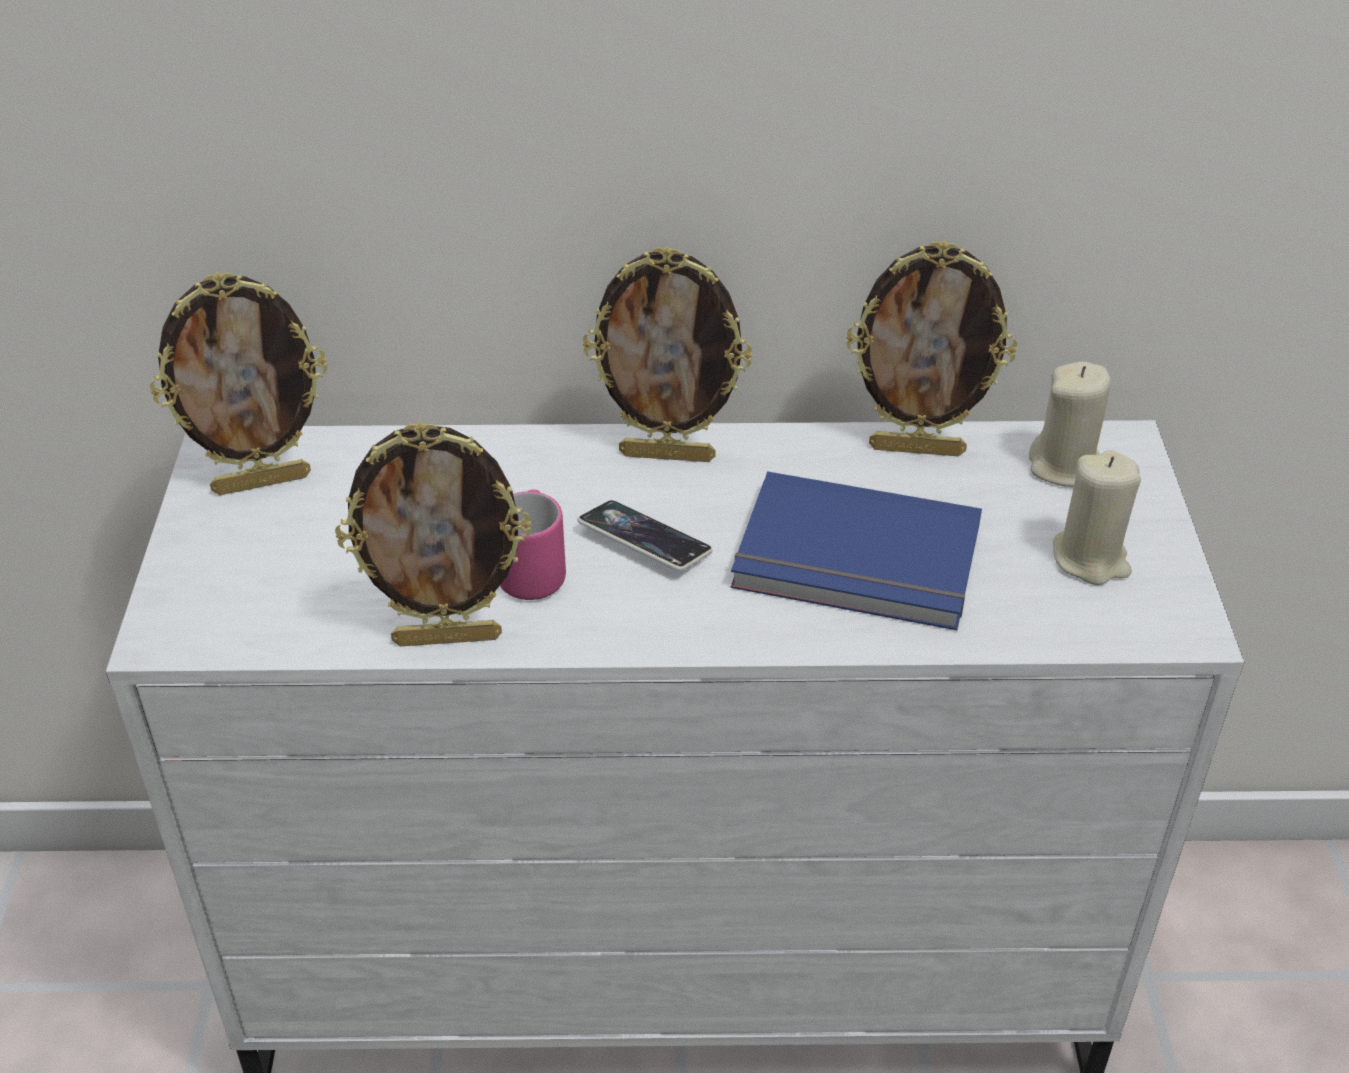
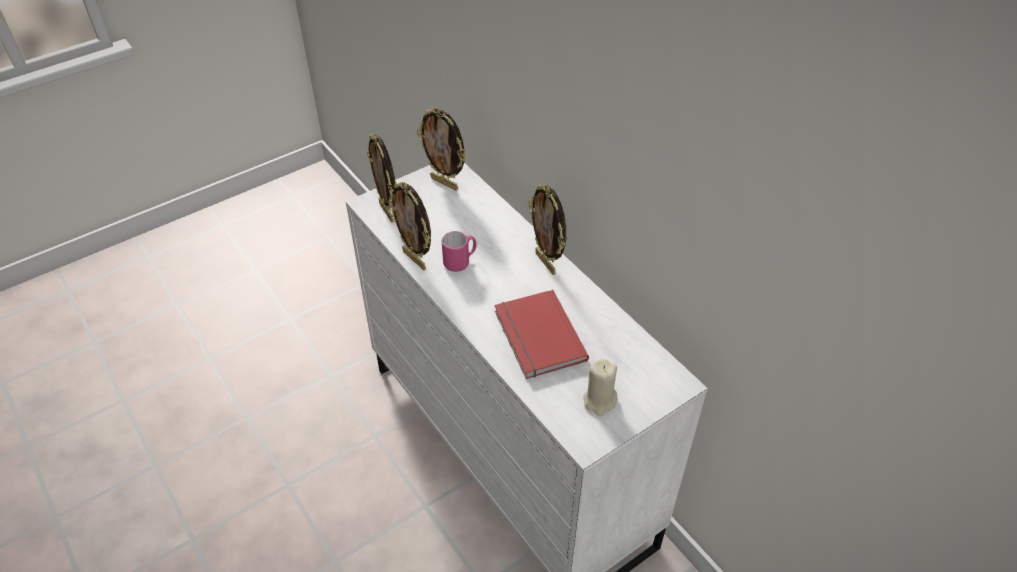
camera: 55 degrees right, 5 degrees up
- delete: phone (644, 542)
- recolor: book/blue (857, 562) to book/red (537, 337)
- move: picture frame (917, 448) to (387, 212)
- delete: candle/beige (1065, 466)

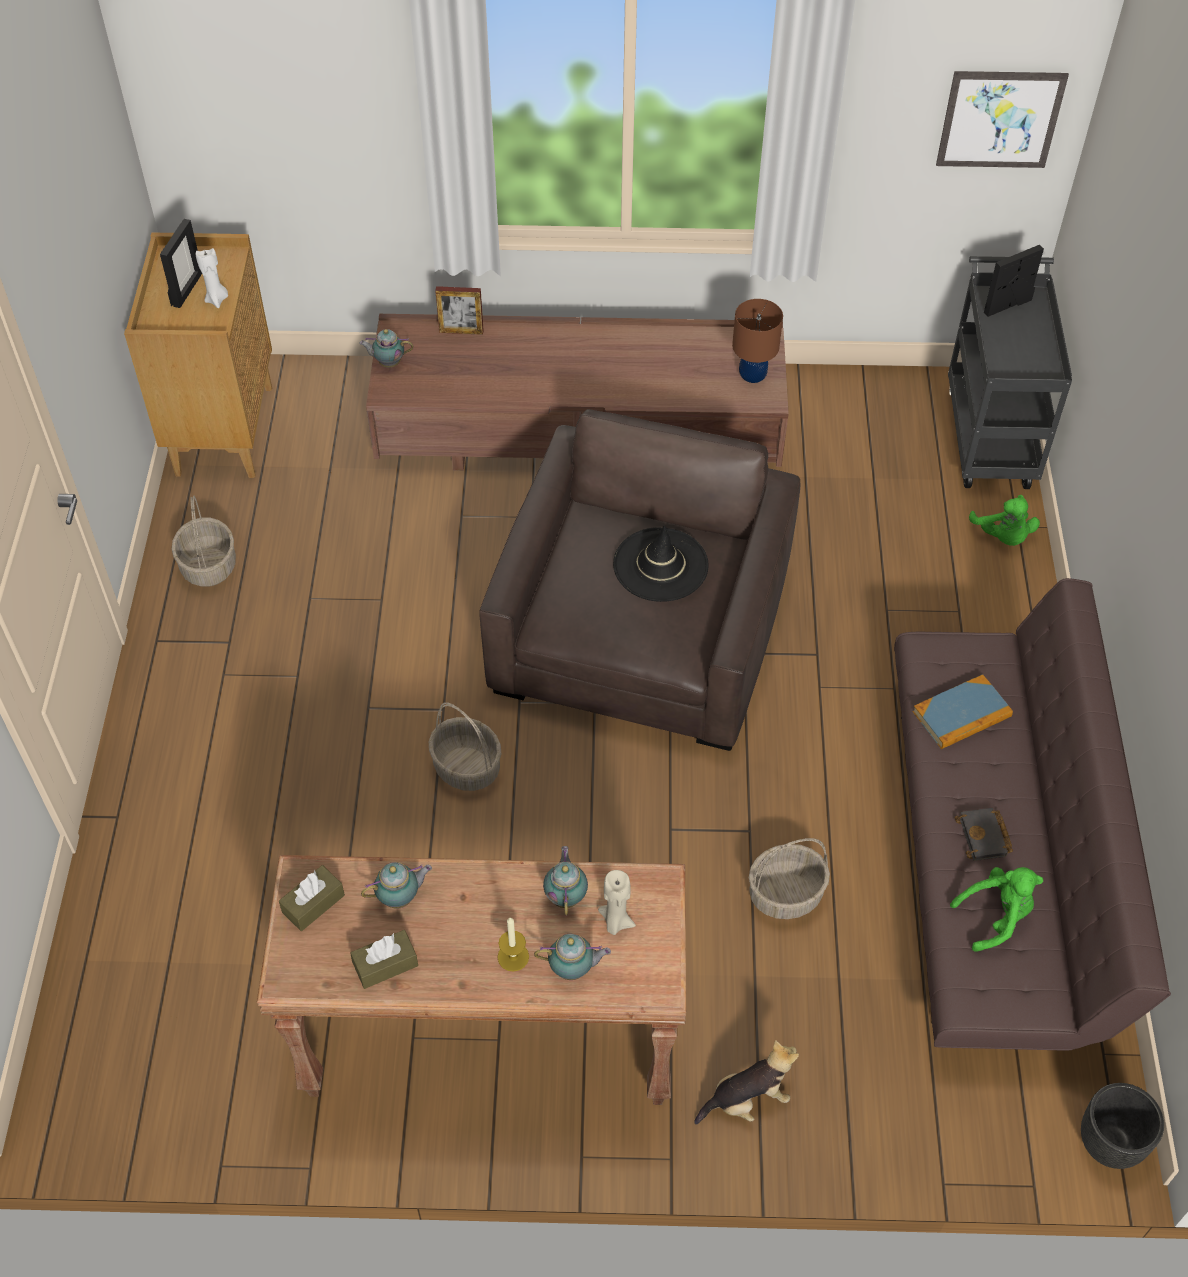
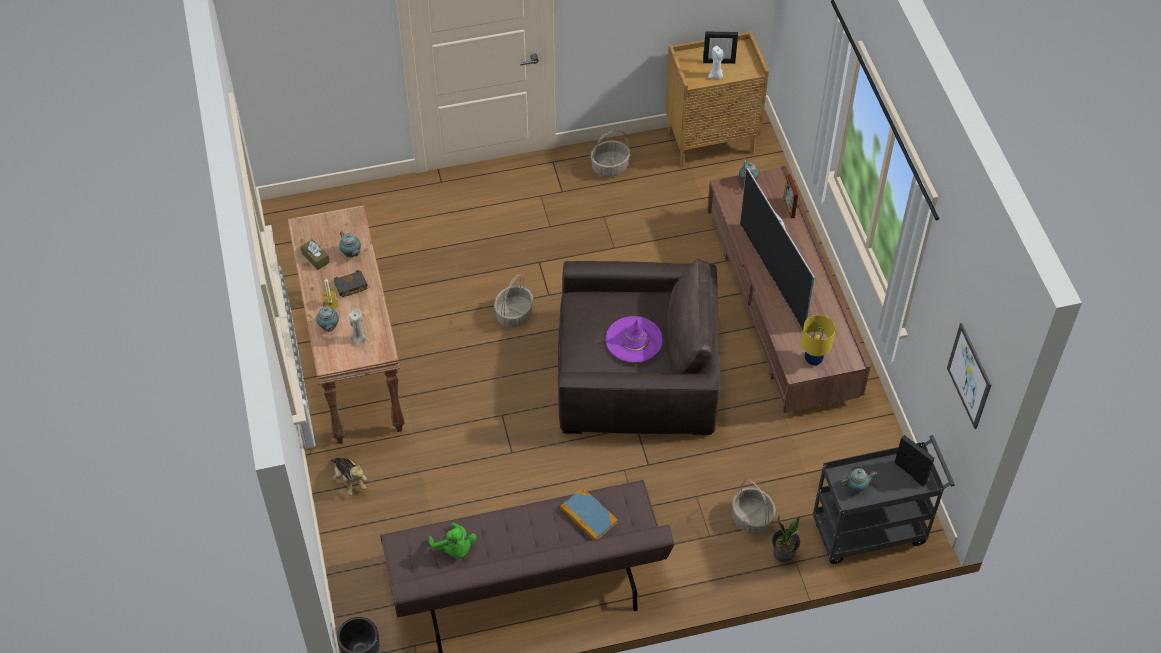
camera: 75 degrees right, 0 degrees up
- delete: tissue box/brown (313, 904)
- move: teapot (566, 895) to (856, 488)
- recolor: hat/black (660, 565) to hat/purple (633, 340)
- recolor: table lamp/brown (751, 375) to table lamp/yellow (813, 359)
- move: basket (785, 895) to (751, 518)
- move: book/black (985, 838) to (350, 286)
- replace: plush toy/green (1002, 536) to potted plant (783, 553)
- insert: television (772, 276)

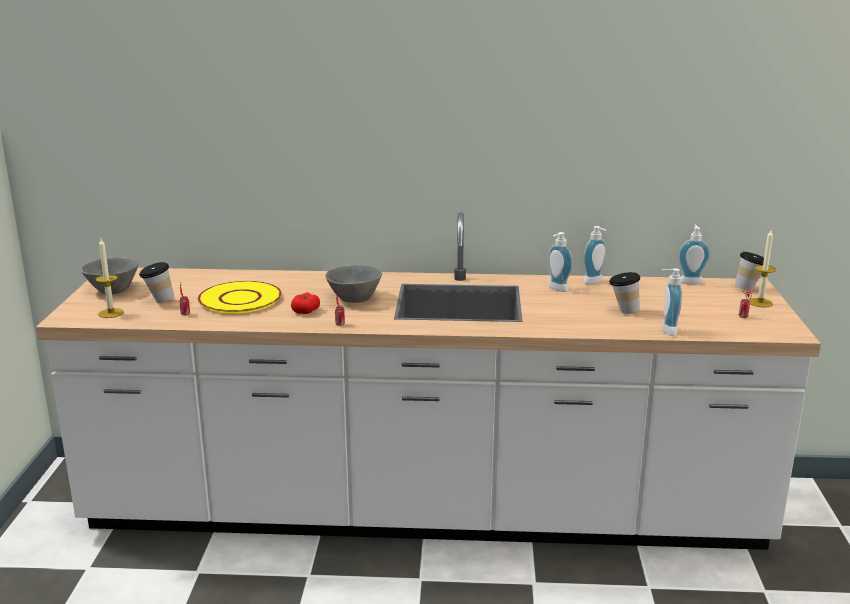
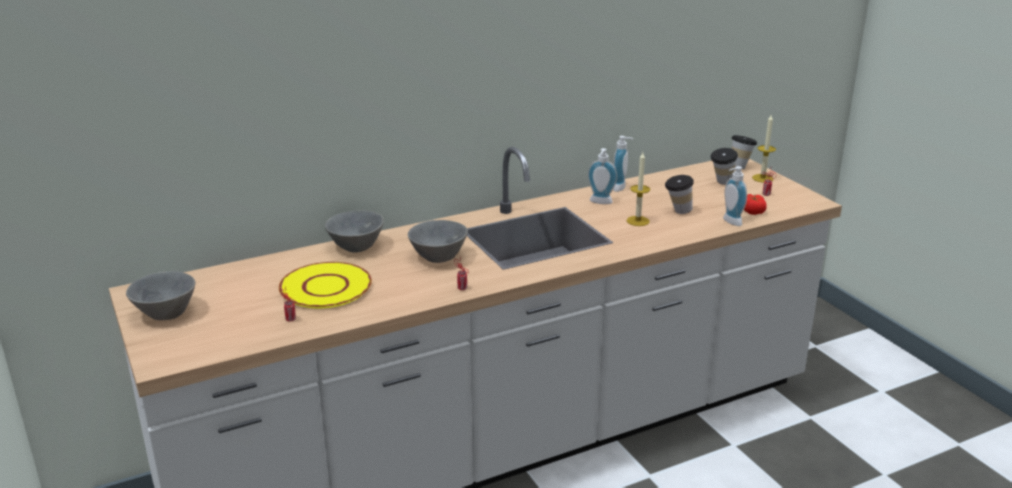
camera: 30 degrees left, 5 degrees up
- move: candle (111, 313) to (638, 221)
- move: cup (158, 301) to (721, 183)
- move: tomato (305, 311) to (753, 211)
- delete: soap dispenser (690, 281)
- insert: bowl/grey (355, 246)

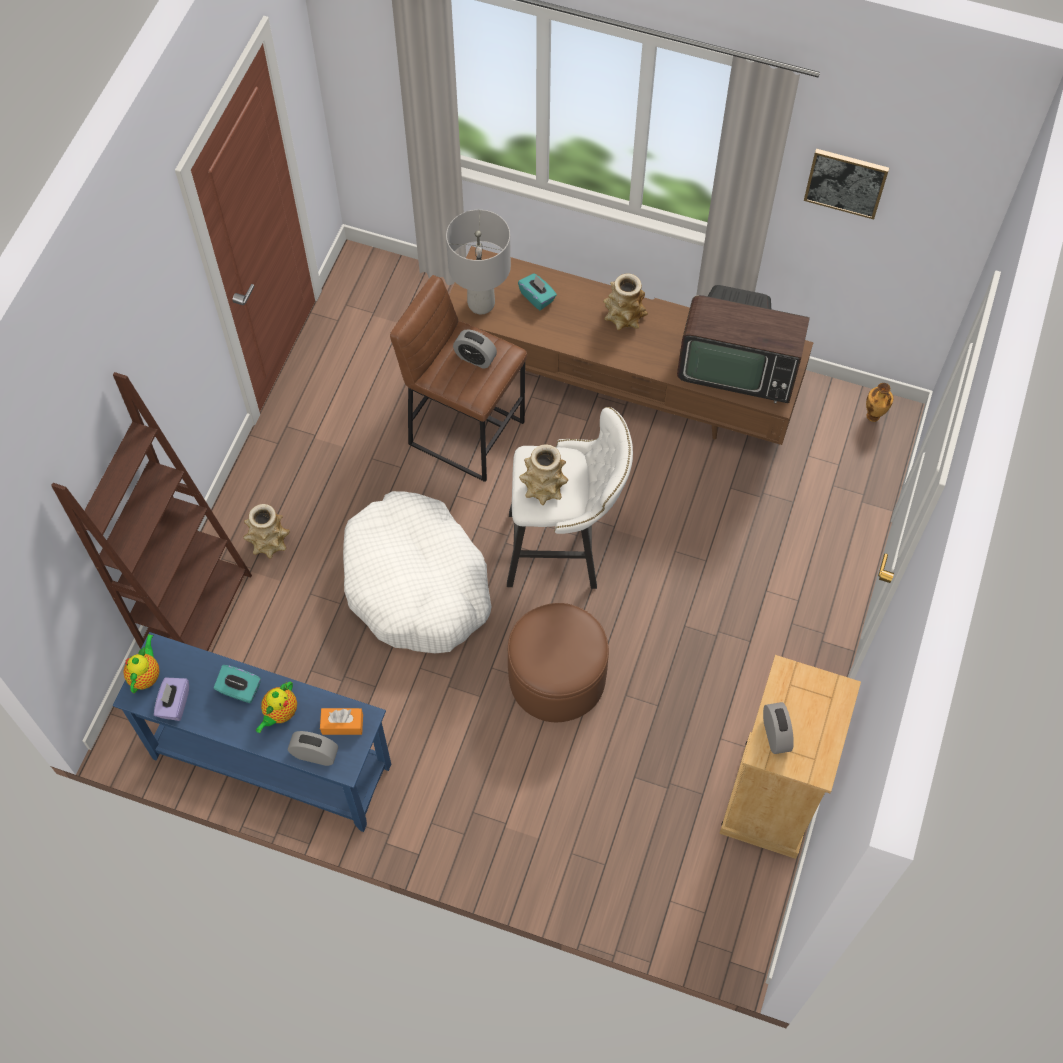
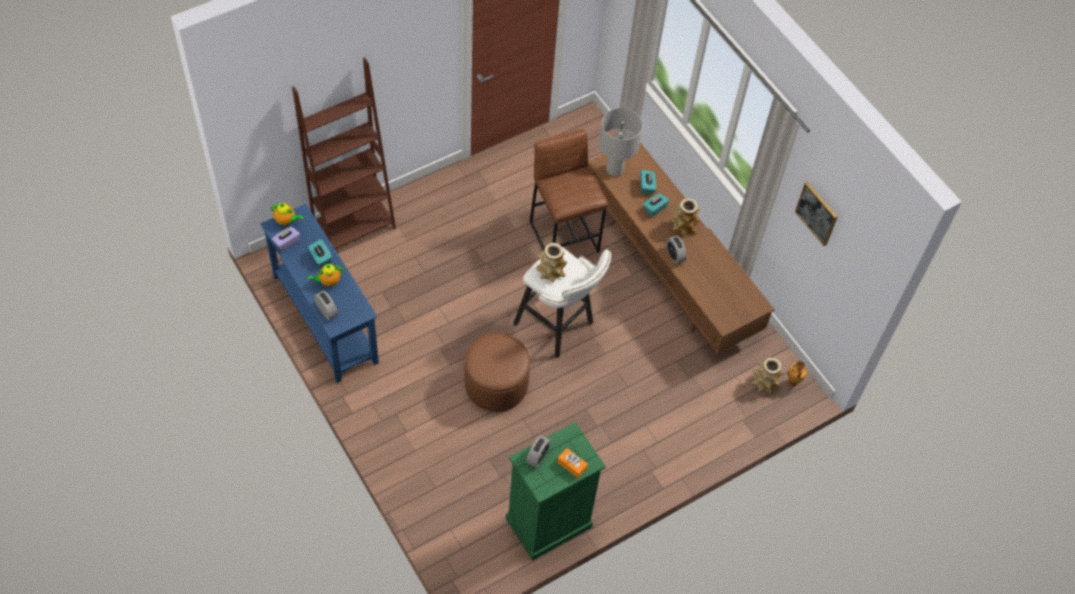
camera: 35 degrees right, 5 degrees down
- rotate: teapot (146, 675) = (286, 221) 60 degrees clockwise
- move: vase (269, 542) to (764, 383)
- move: tissue box/orange (342, 724) to (572, 465)
- delete: dog bed/white (417, 584)
- move: alarm clock (475, 358) to (674, 255)
- delete: television (737, 365)
- recolor: dresser/beige (771, 798) to dresser/green (548, 523)
- insert: tissue box/turquoise (654, 208)

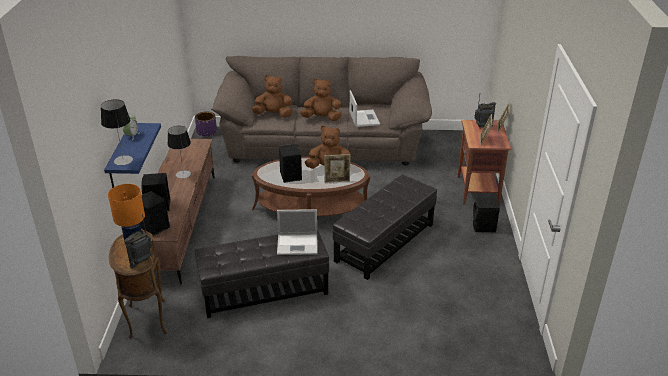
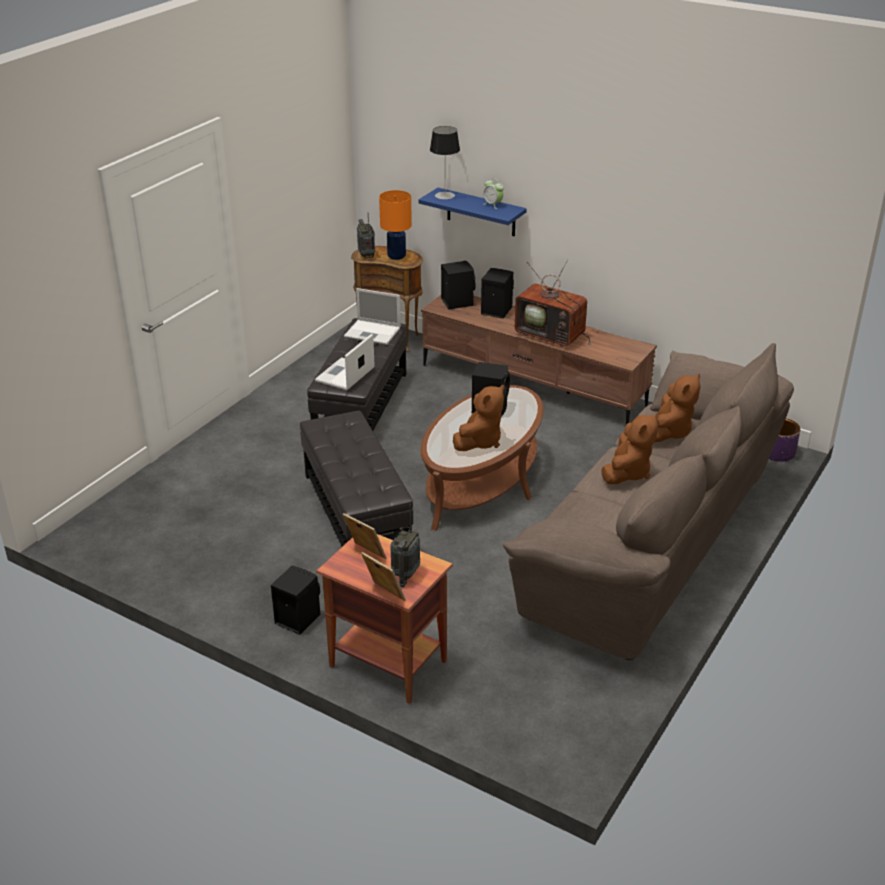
camera: 120 degrees right, 0 degrees up
- replace: table lamp (183, 174) to television (552, 335)
- delete: picture frame (337, 181)
- move: laptop (364, 118) to (373, 332)

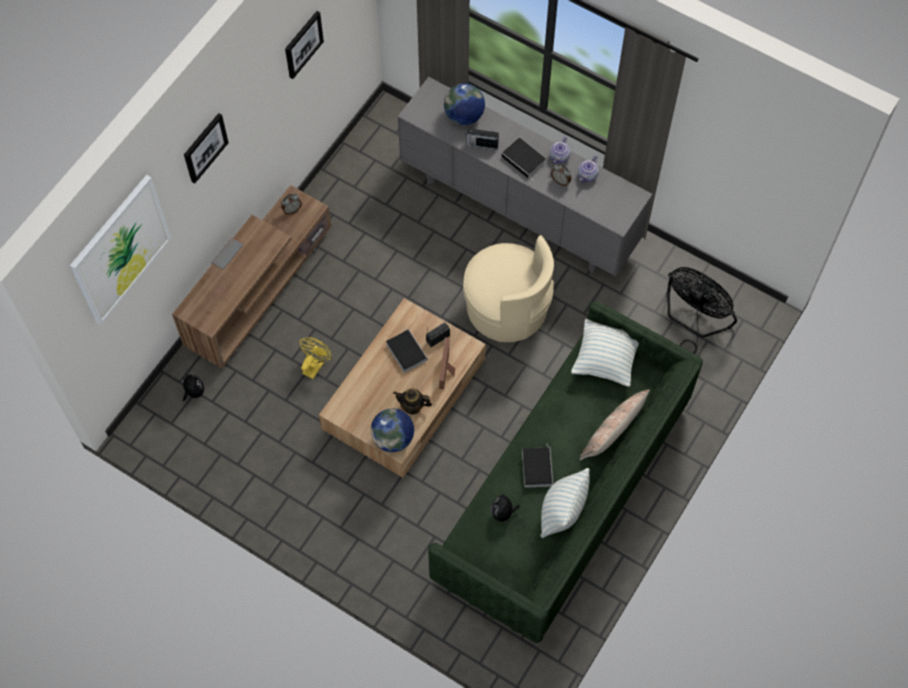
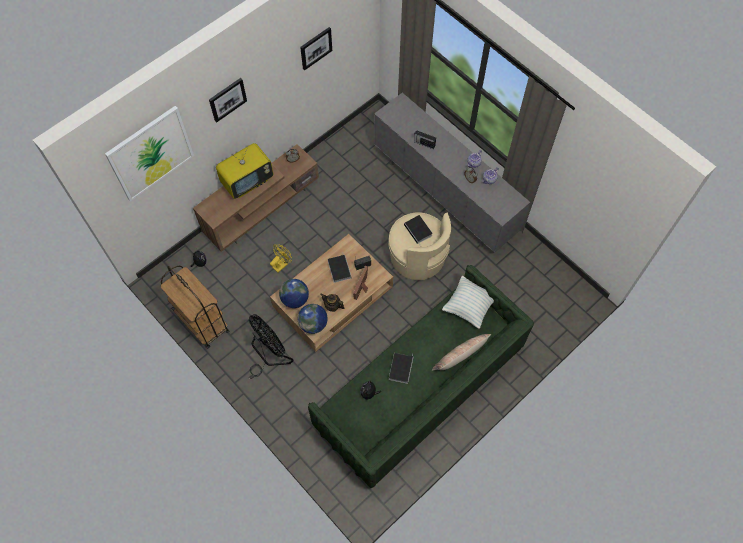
camera: 15 degrees right, 0 degrees up
- move: globe (464, 116) to (295, 299)
- move: book (524, 160) to (418, 231)
- delete: pillow (561, 512)
- move: fan/black (693, 321) to (267, 352)
- insert: cart/brown (202, 322)
- insert: television (247, 181)

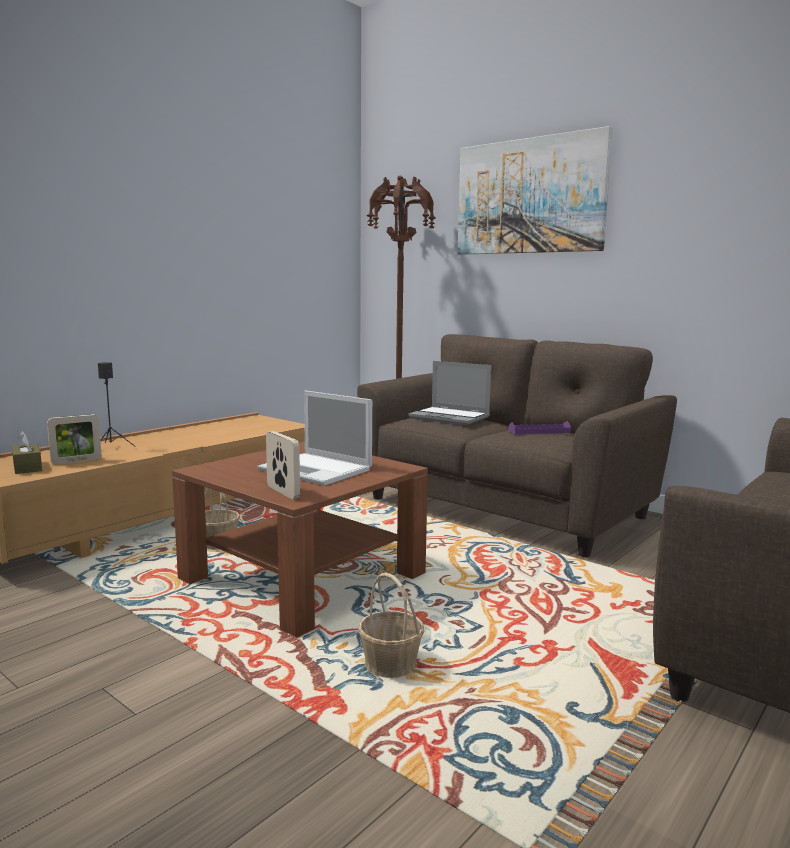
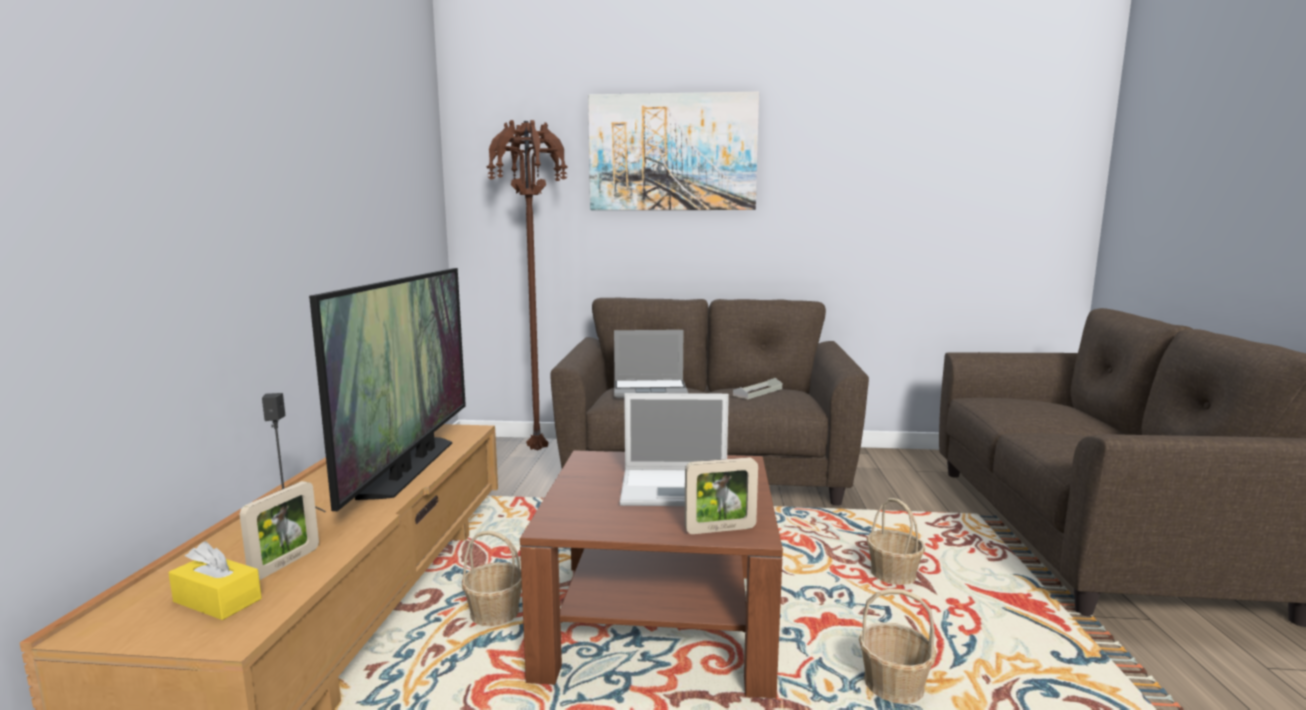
camera: 35 degrees left, 0 degrees up
- recolor: tissue box/brown (27, 467) to tissue box/yellow (217, 600)
- rotate: picture frame (283, 492) = (720, 529) 150 degrees clockwise
- recolor: tray/purple (539, 431) to tray/grey (758, 392)
- insert: television (410, 467)
- insert: basket (892, 575)

